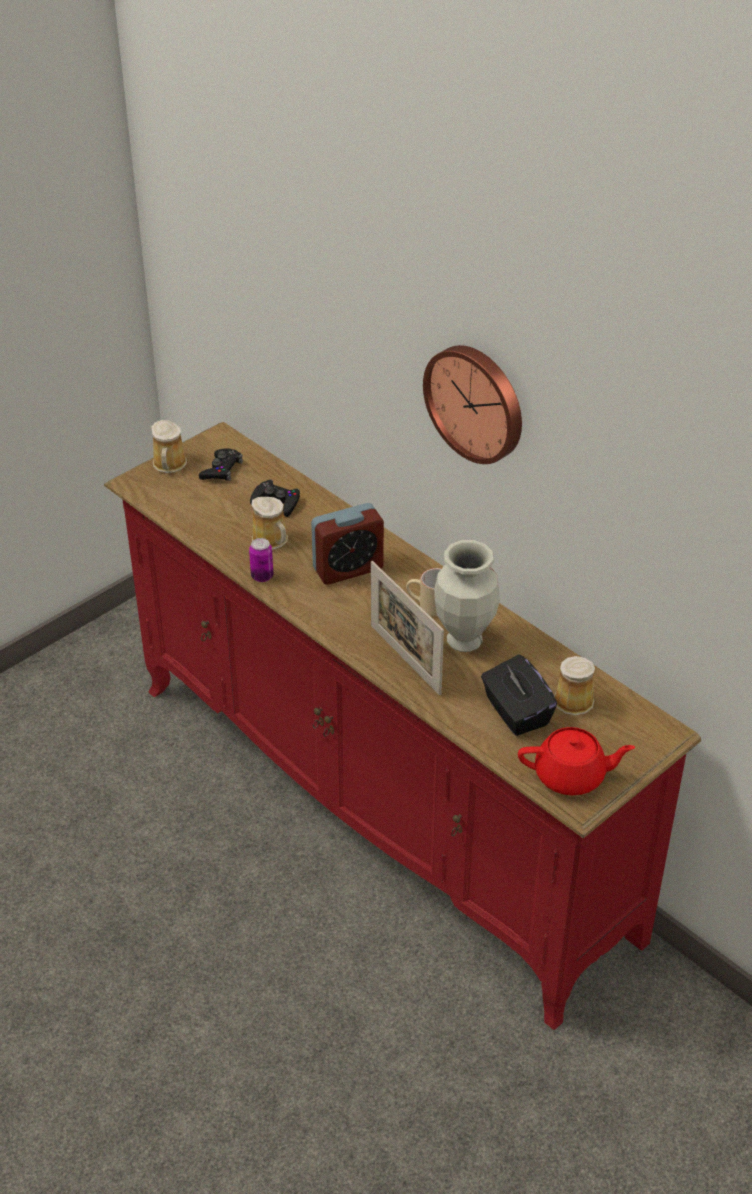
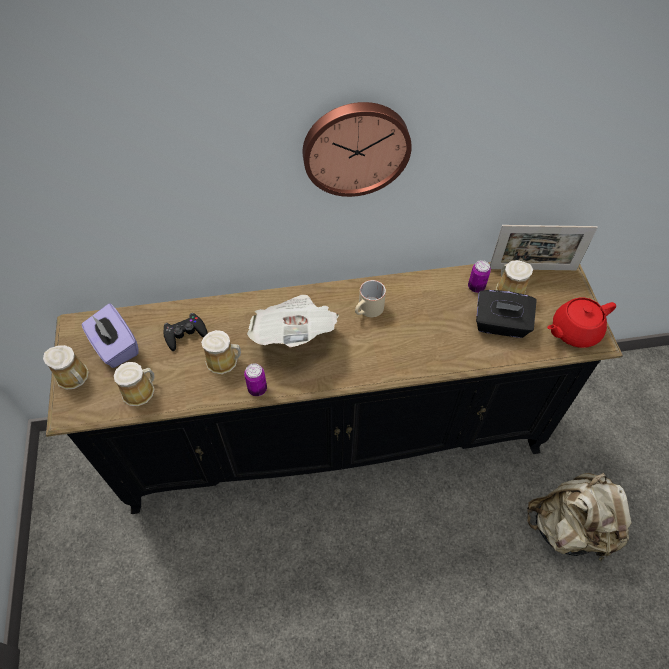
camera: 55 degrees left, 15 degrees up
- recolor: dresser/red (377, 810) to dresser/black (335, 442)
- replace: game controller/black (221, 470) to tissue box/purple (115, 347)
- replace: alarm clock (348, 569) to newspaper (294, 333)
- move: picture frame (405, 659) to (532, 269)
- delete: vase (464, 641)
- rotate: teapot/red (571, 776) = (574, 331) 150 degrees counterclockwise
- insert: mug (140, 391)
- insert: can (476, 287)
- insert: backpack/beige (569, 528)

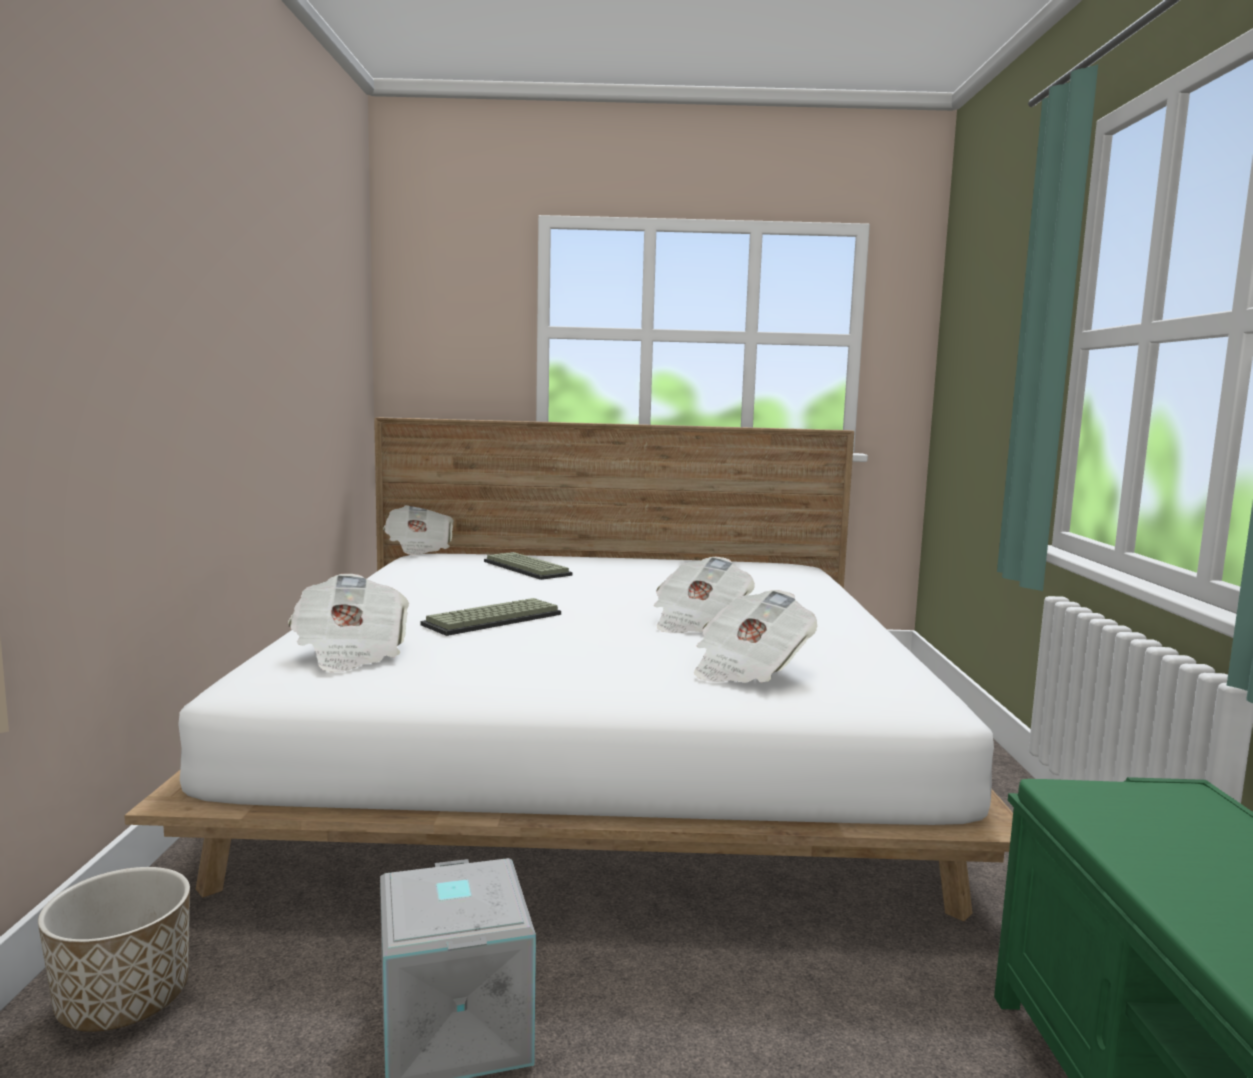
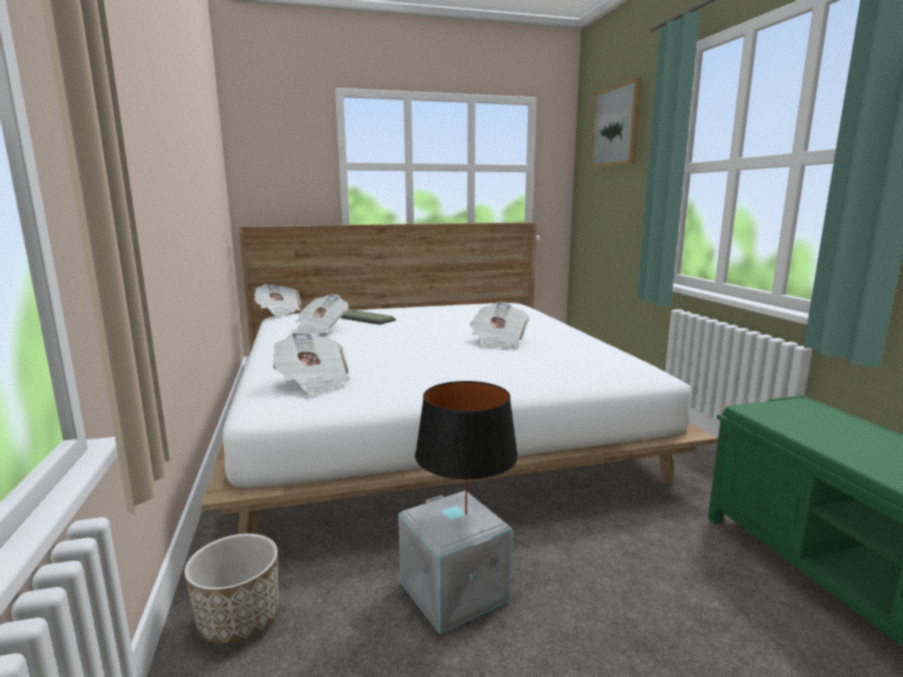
camera: 15 degrees left, 5 degrees up
- delete: keyboard (493, 620)
- move: newspaper (748, 669) to (320, 330)
- insert: table lamp/black (466, 514)
- insert: picture (617, 126)

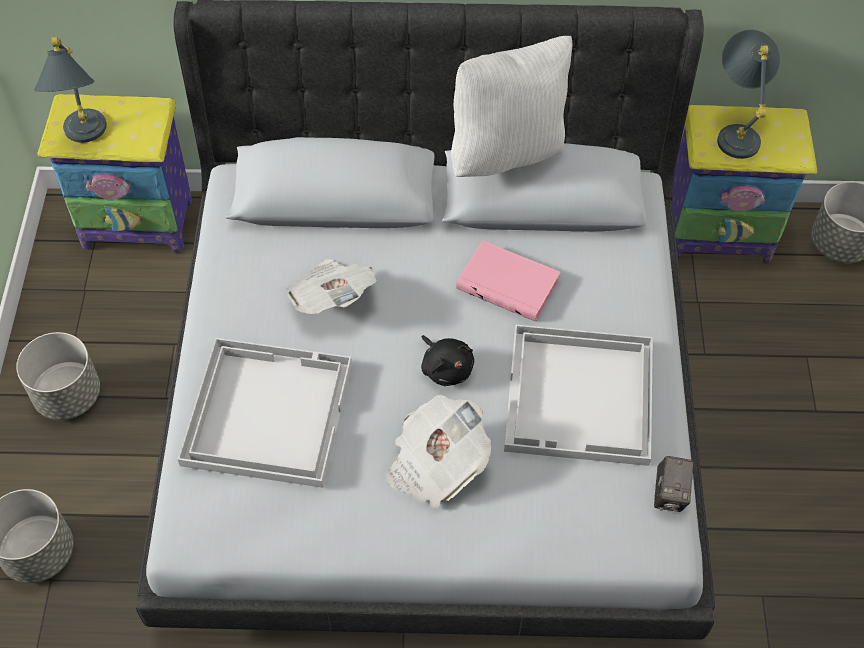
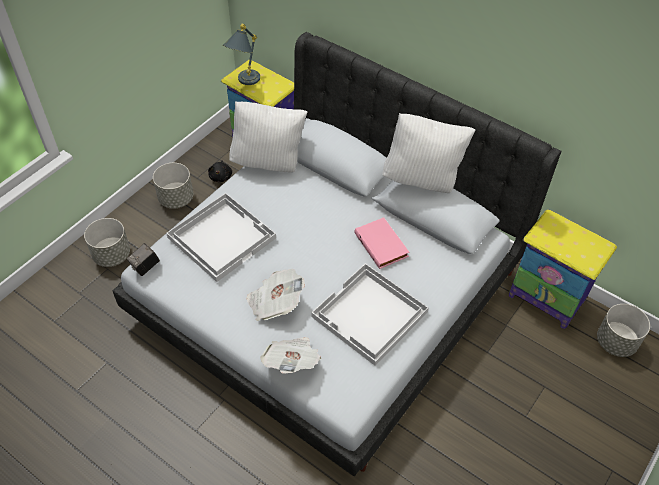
camera: 35 degrees right, 5 degrees down
- move: newspaper (332, 298) to (292, 362)
- move: plush toy/black (446, 368) to (221, 176)
- move: photo camera (669, 494) to (145, 267)
- delete: table lamp/grey (735, 130)
- insert: pillow/white (269, 162)

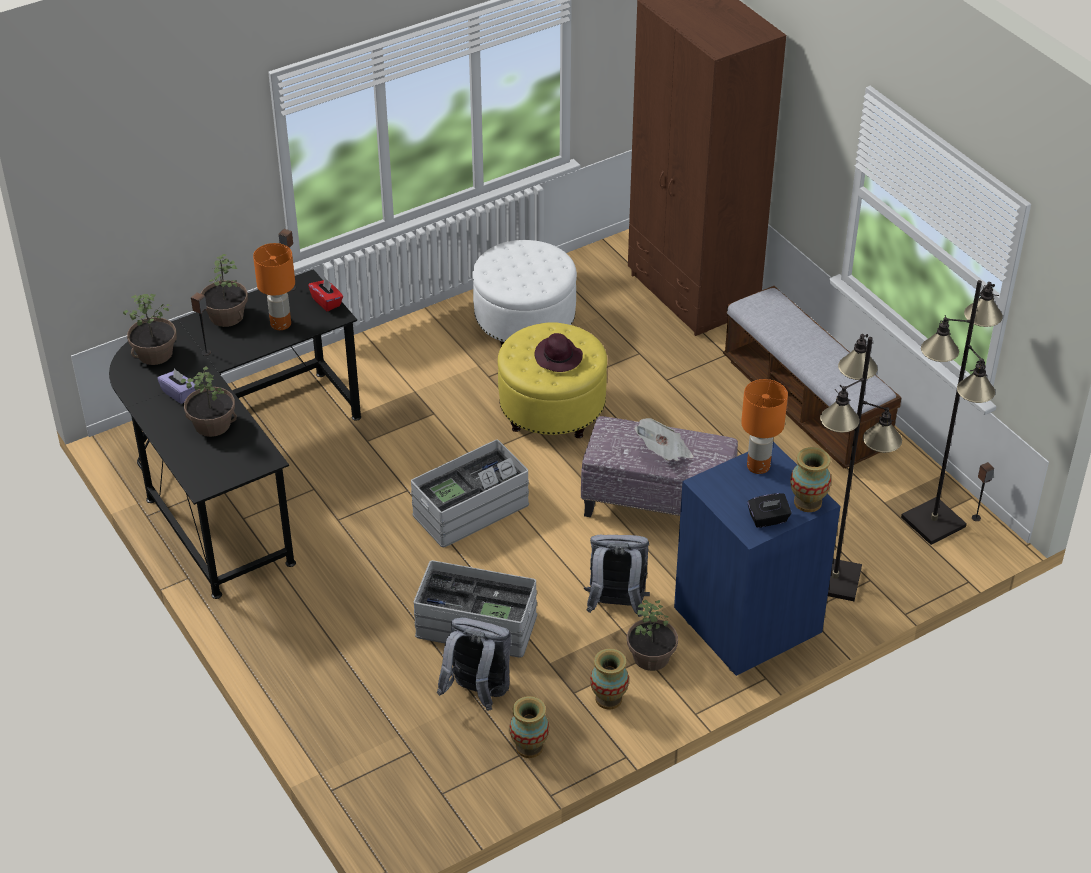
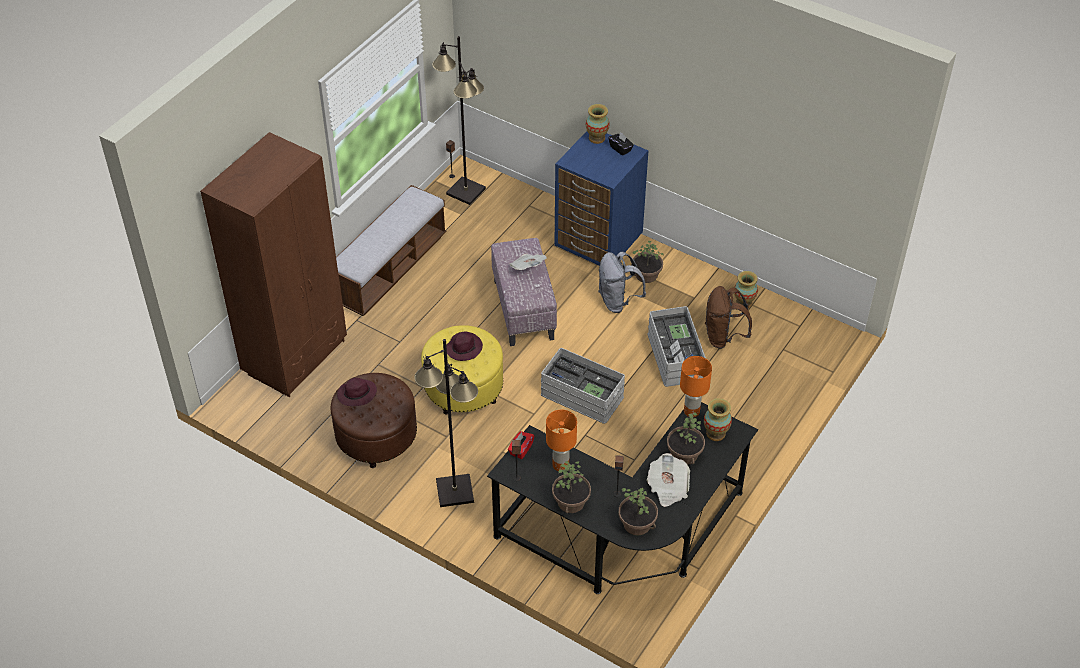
camera: 115 degrees left, 5 degrees up
- replace: tissue box/purple (179, 394) to newspaper (668, 488)
- recolor: backpack/grey (477, 693) to backpack/brown (723, 337)
- recolor: ottoman/white (525, 323) to ottoman/brown (376, 438)
- move: vase (608, 699) to (715, 433)
- move: table lamp/orange (759, 466) to (691, 411)
- move: floor lamp/black (835, 579) to (454, 491)
- insert: hat/purple (356, 395)

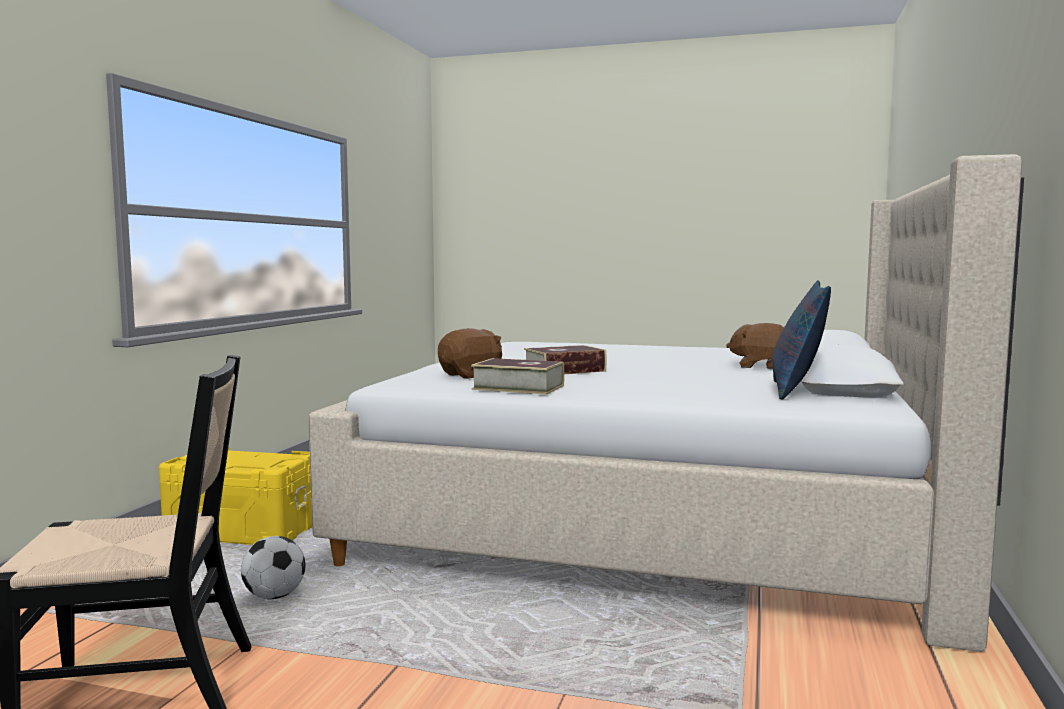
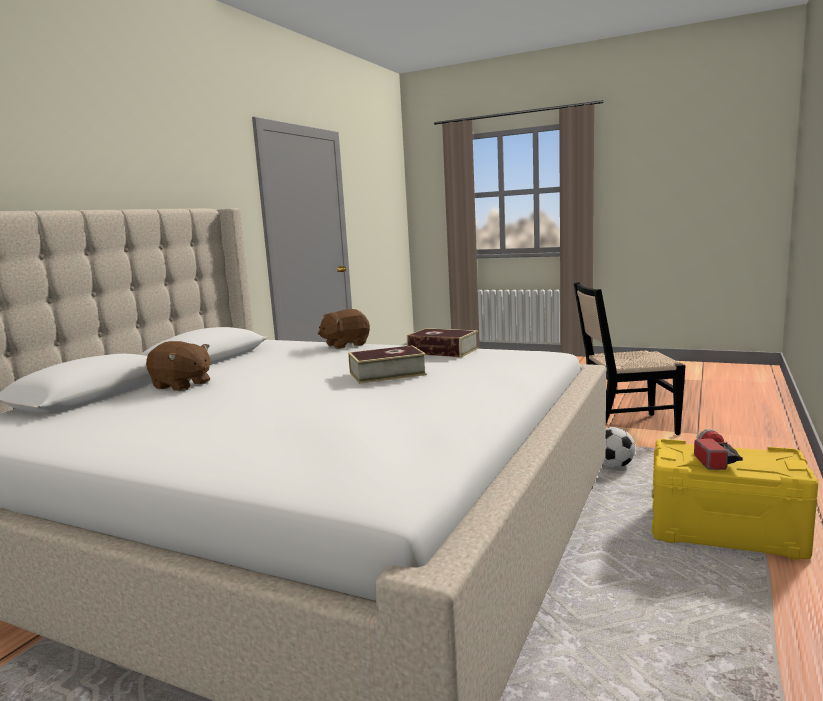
camera: 170 degrees left, 5 degrees up
- move: plush toy/brown (471, 375) to (345, 345)
- delete: pillow/blue (796, 391)
- insert: flashlight (713, 459)

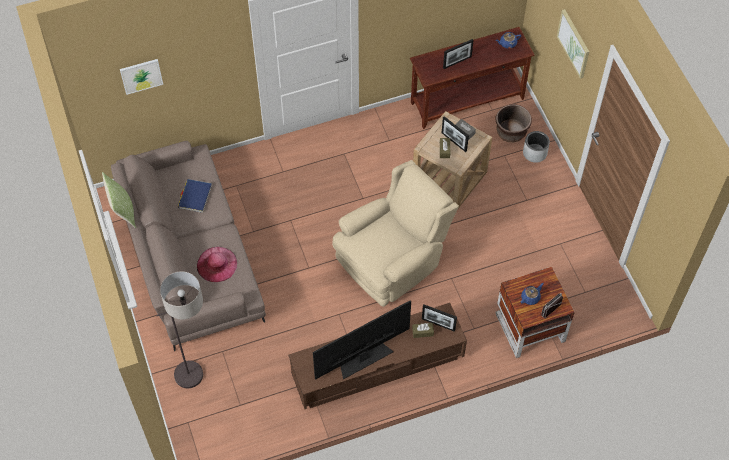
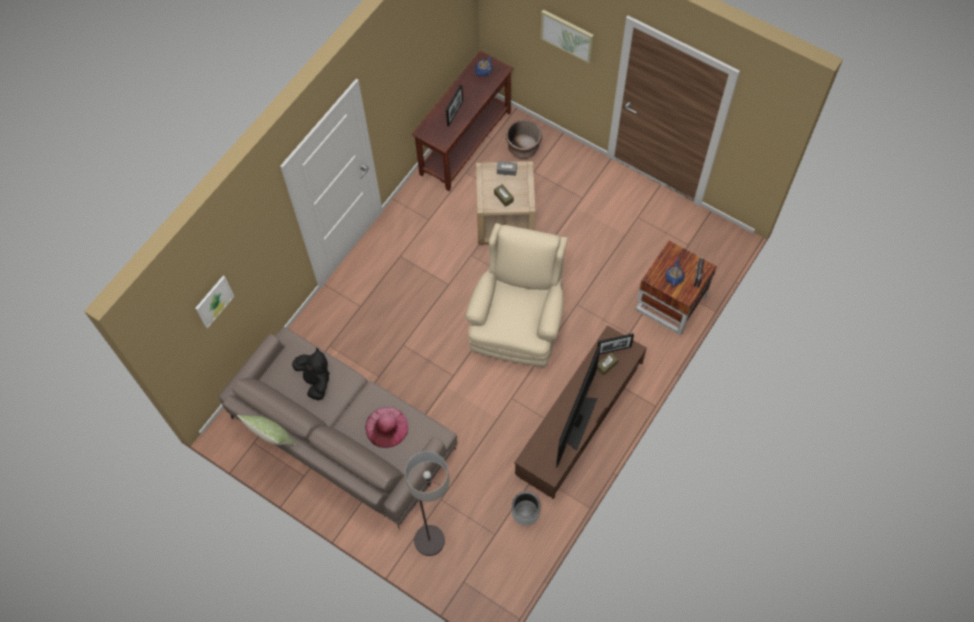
camera: 35 degrees left, 5 degrees up
- replace: book/blue (195, 197) to plush toy/black (315, 380)
- delete: picture frame (454, 142)
- move: planter/grey (534, 153) to (525, 512)

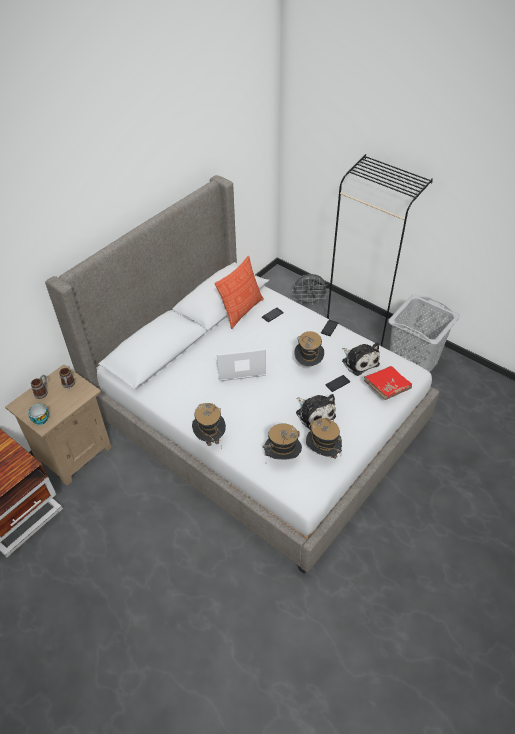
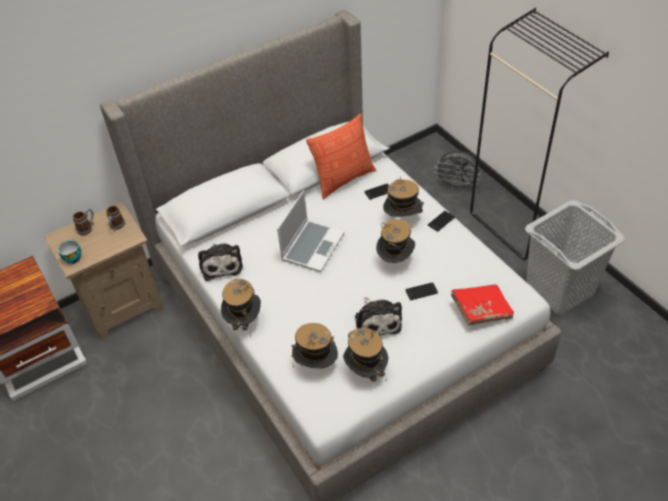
camera: 20 degrees right, 0 degrees up
- rotate: laptop (239, 367) = (312, 246) 105 degrees clockwise
- move: plush toy (359, 361) to (221, 264)
- insert: hat (402, 219)

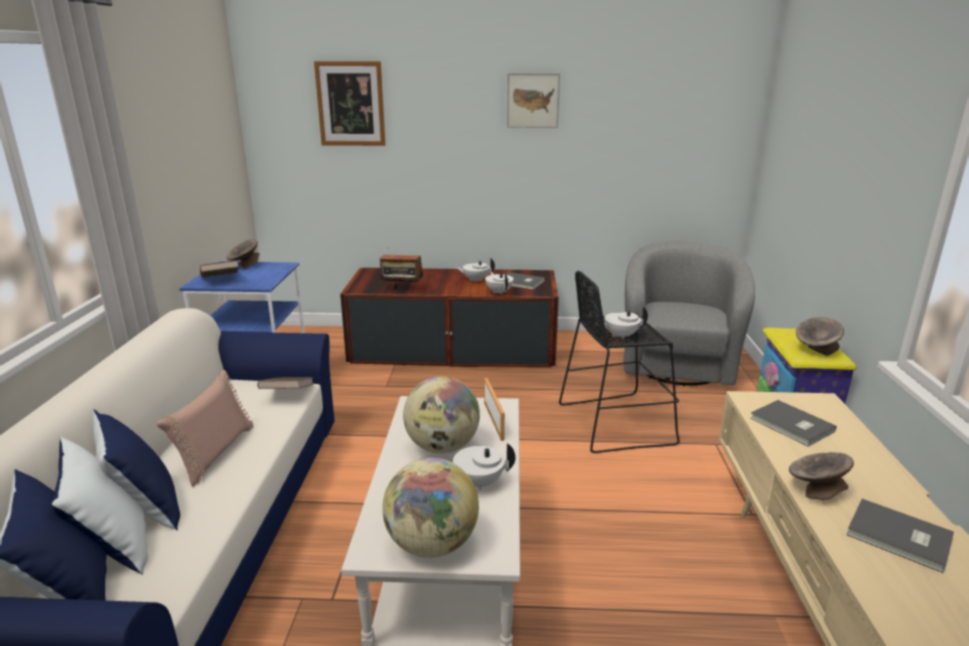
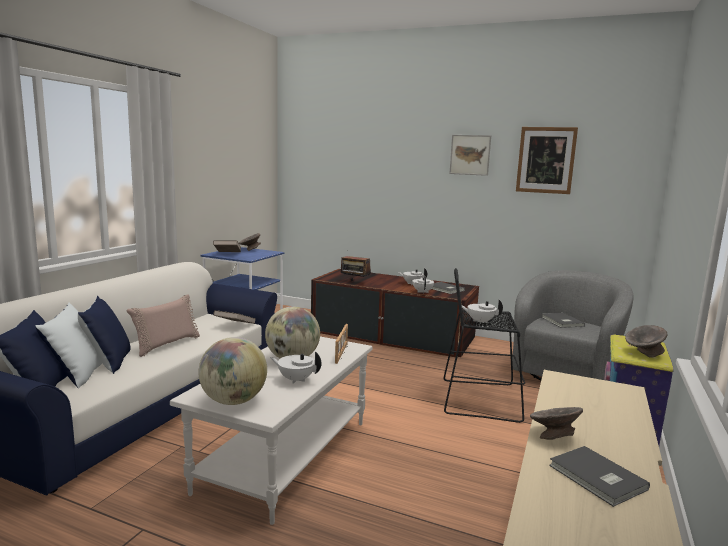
camera: 20 degrees right, 10 degrees down
- move: picture (350, 104) to (546, 160)
- move: book/grey (791, 426) to (561, 322)

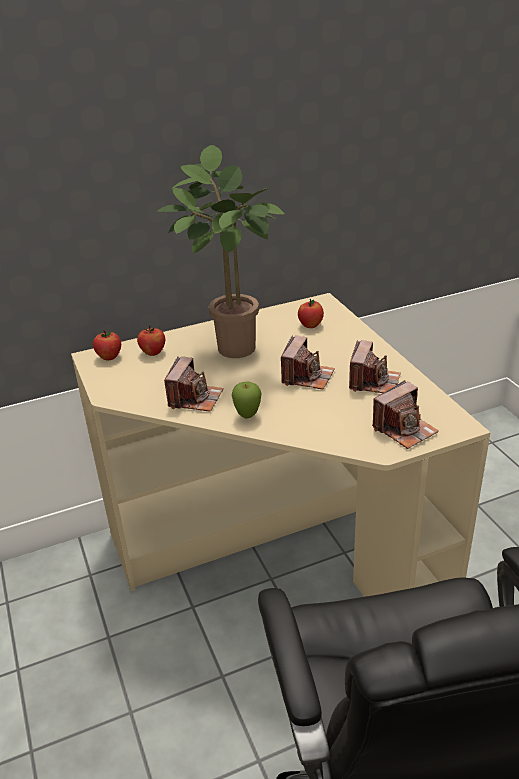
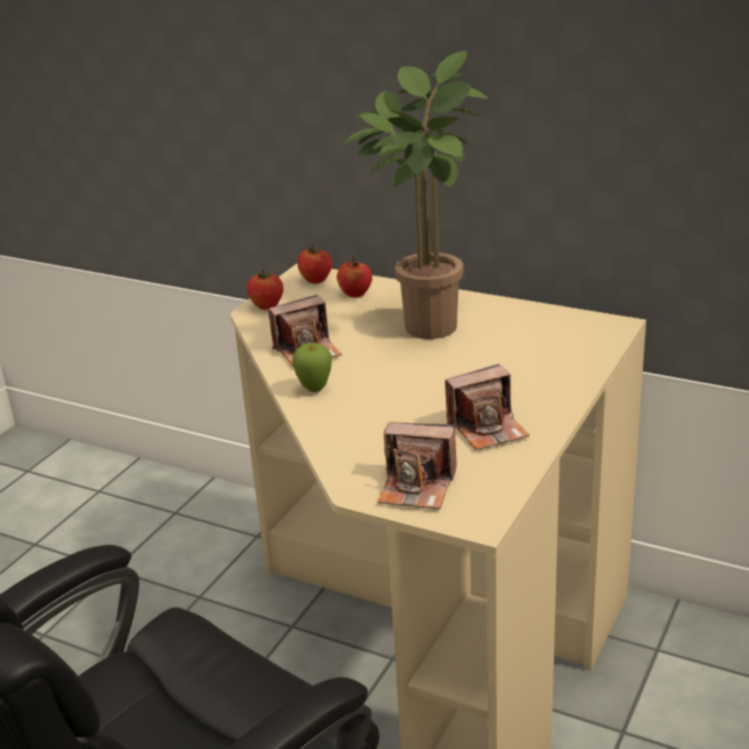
camera: 50 degrees right, 5 degrees down
- delete: photo camera (307, 377)
- move: apple (310, 325) to (267, 306)

